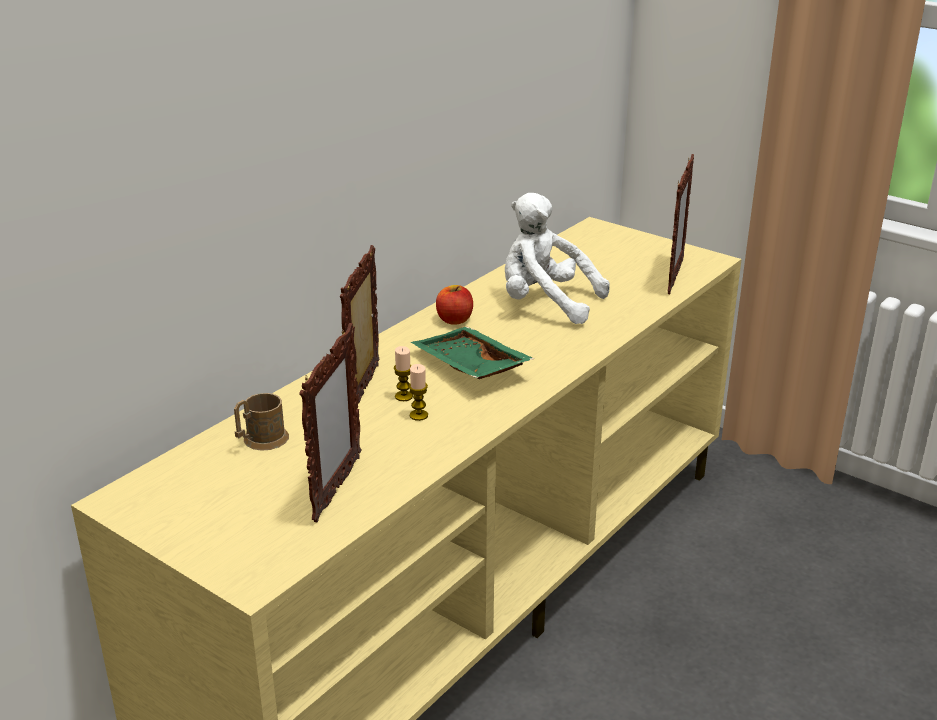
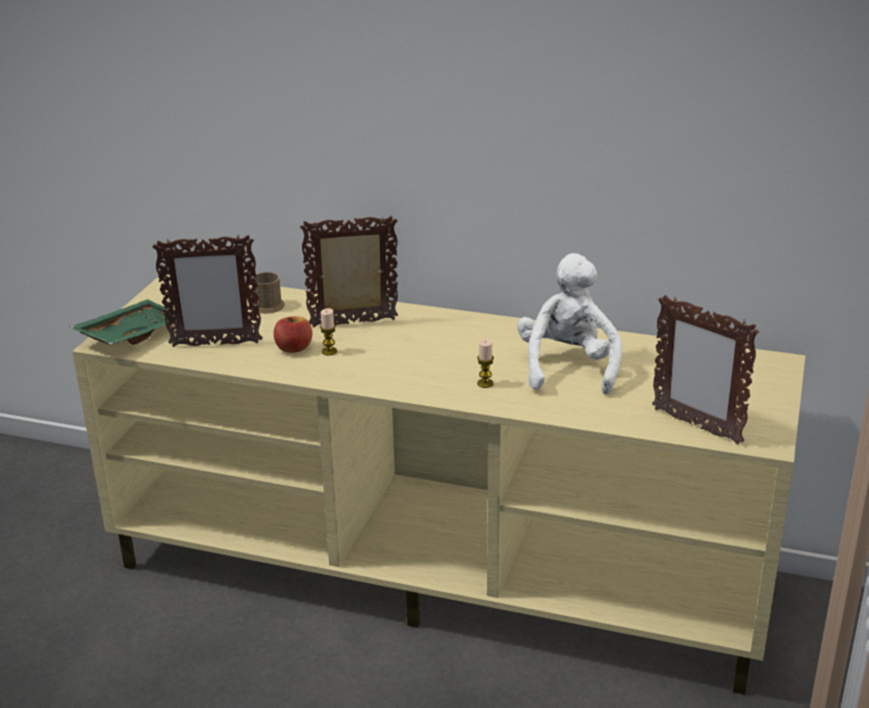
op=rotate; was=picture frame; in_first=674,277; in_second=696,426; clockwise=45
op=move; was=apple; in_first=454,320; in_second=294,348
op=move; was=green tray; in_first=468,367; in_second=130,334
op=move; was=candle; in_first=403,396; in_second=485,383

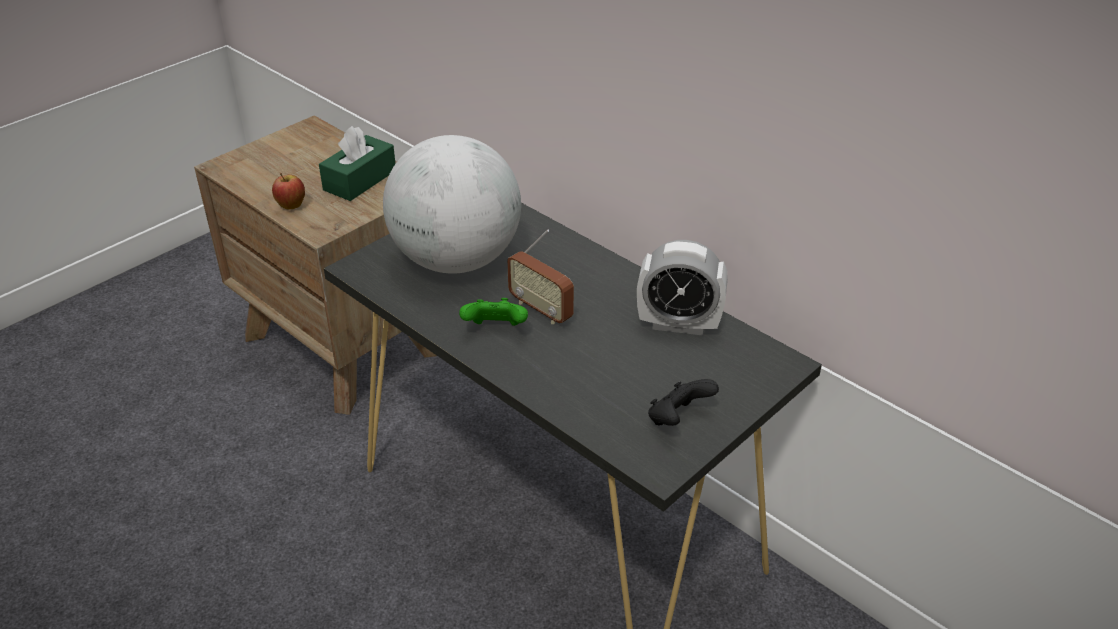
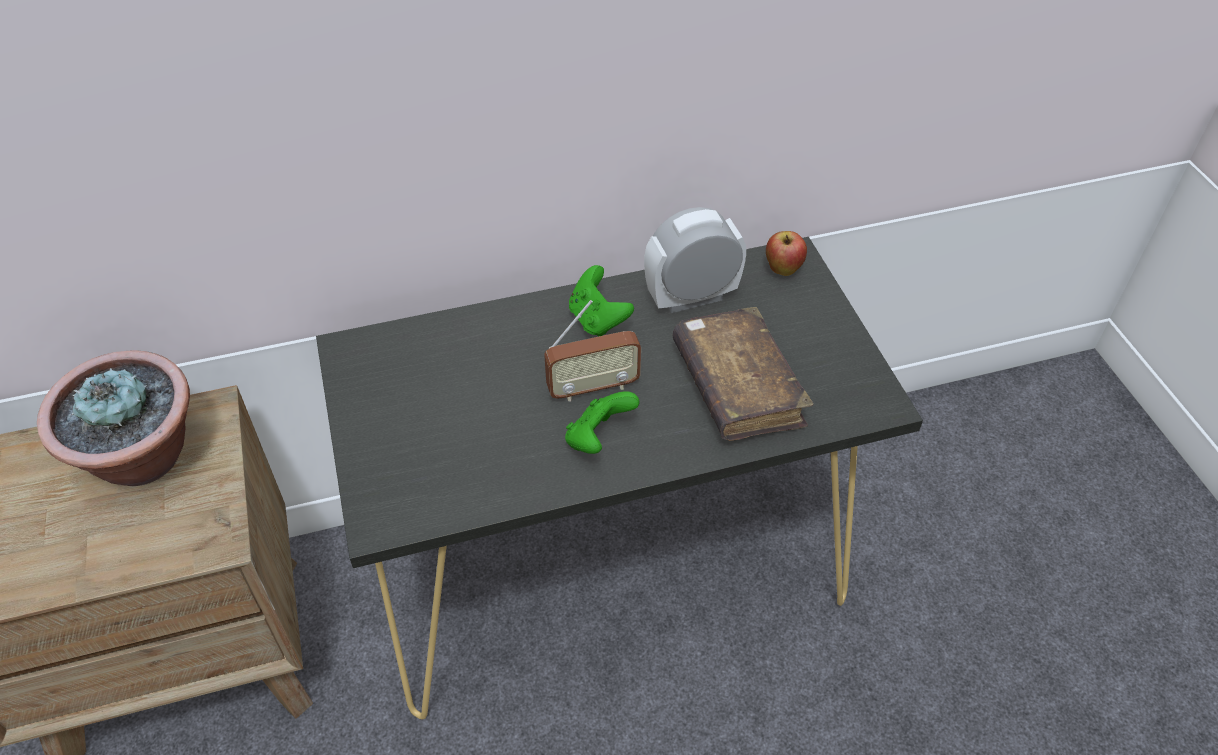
op=replace; was=green tissue box; now=potted plant; in_first=360,180; in_second=143,458
op=delete; was=globe; in_first=456,260
op=move; was=apple; in_first=291,206; in_second=783,270
op=rotate; was=alarm clock; in_first=678,324; in_second=691,297; clockwise=-150
op=delete; was=black game controller; in_first=678,419
op=insert; now=green game controller; in_second=598,319
op=insert; now=brown book; in_second=737,386

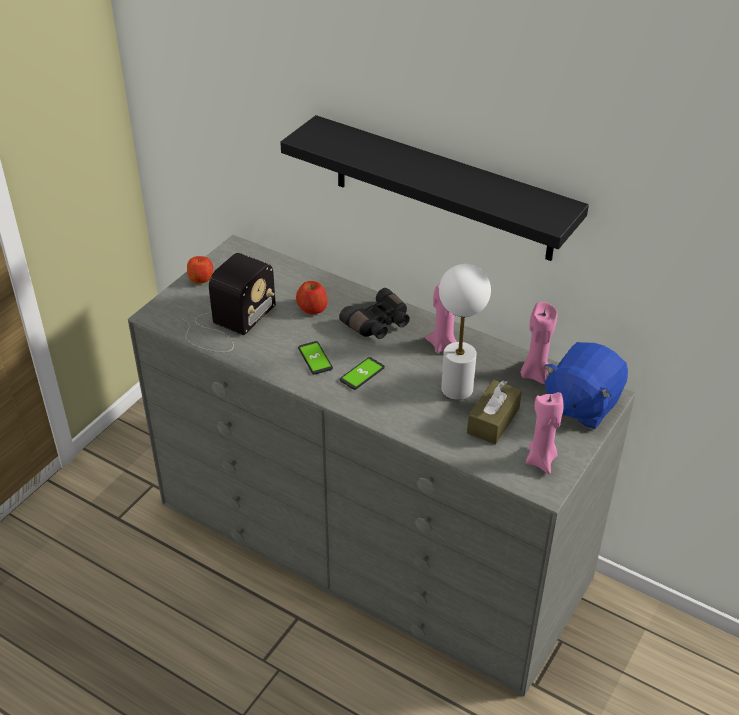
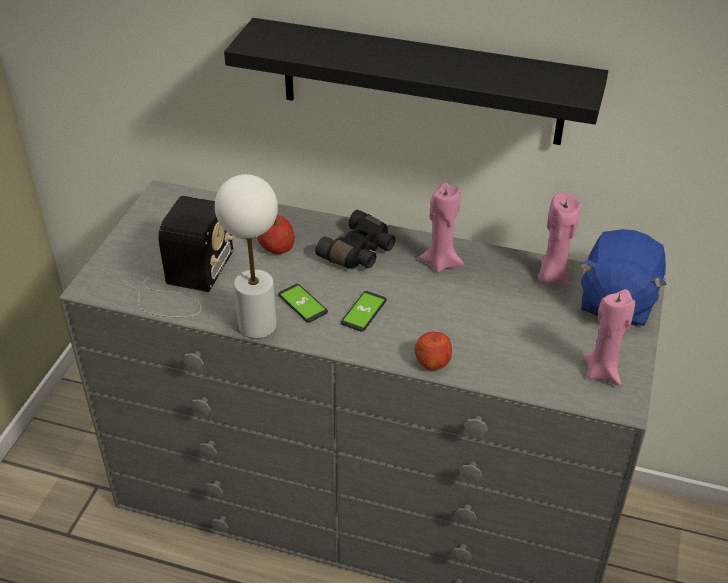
op=move; was=apple; in_first=201,278; in_second=432,361
op=move; was=white table lamp; in_first=457,389; in_second=257,326
op=delete; was=brown tissue box; in_first=493,420

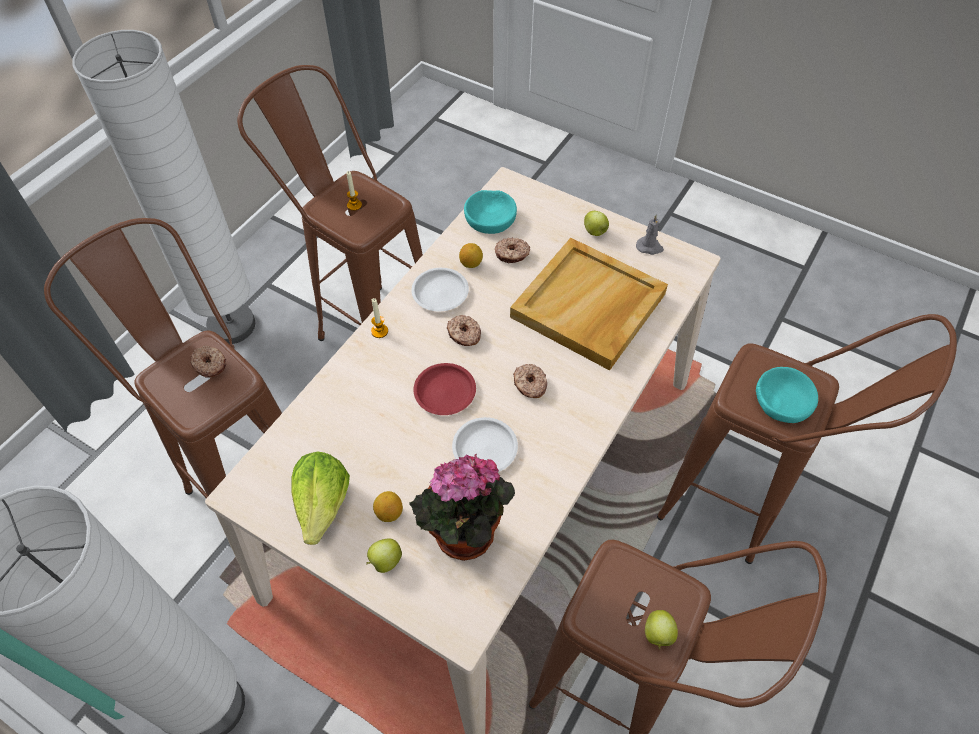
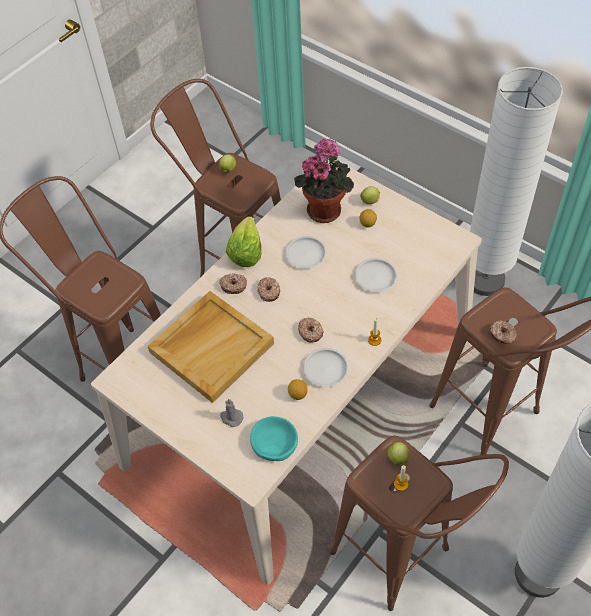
op=move; was=apple; in_first=595,232; in_second=397,458
op=move; was=grey candle; in_first=649,247; in_second=231,417
op=move; was=donut; in_first=512,254; in_second=233,285
op=delete; was=red plate; in_first=445,392
op=delete; was=turquoise bowl; in_first=783,400
op=move; was=lettuce; in_first=323,505; in_second=245,252
op=insert; now=white plate; in_second=376,277

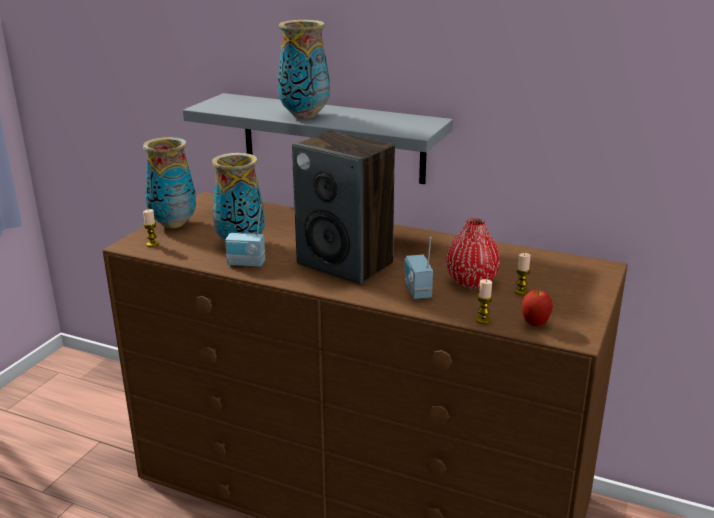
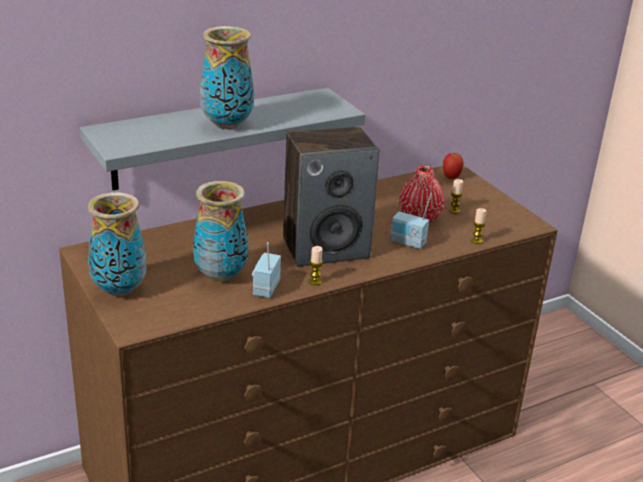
op=rotate; was=radio; in_first=246,264; in_second=265,288; clockwise=150
op=move; was=candle; in_first=152,244; in_second=315,281
op=move; was=apple; in_first=535,324; in_second=451,177

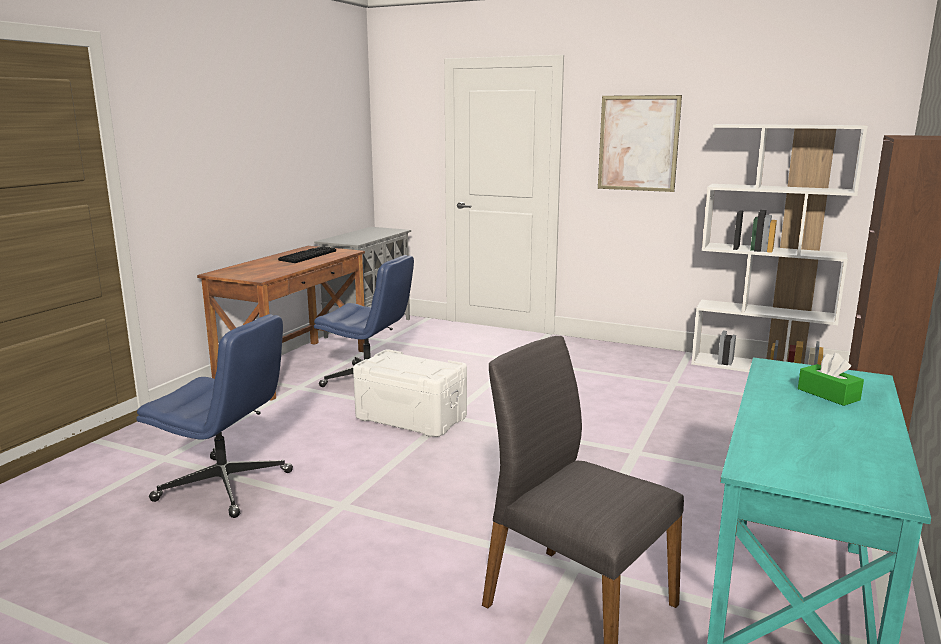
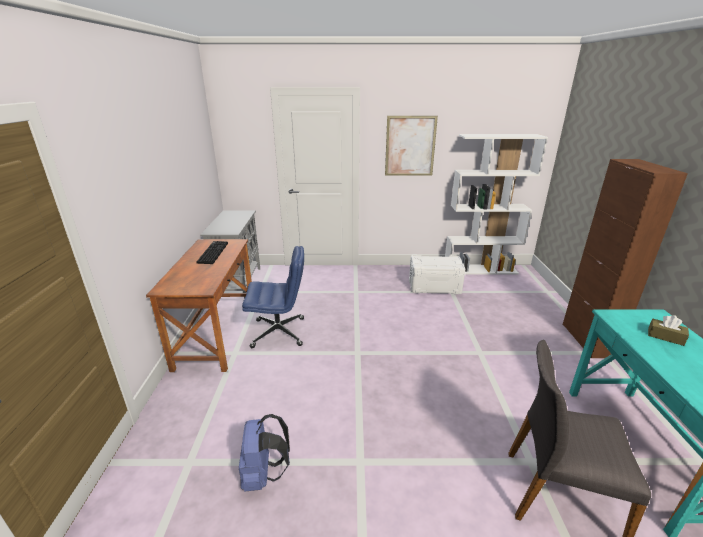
op=replace; was=blue office chair; now=blue backpack; in_first=226,486; in_second=264,474
op=move; was=white storage box; in_first=410,418; in_second=434,287
op=recolor; was=green tissue box; now=brown tissue box; in_first=828,394; in_second=665,337

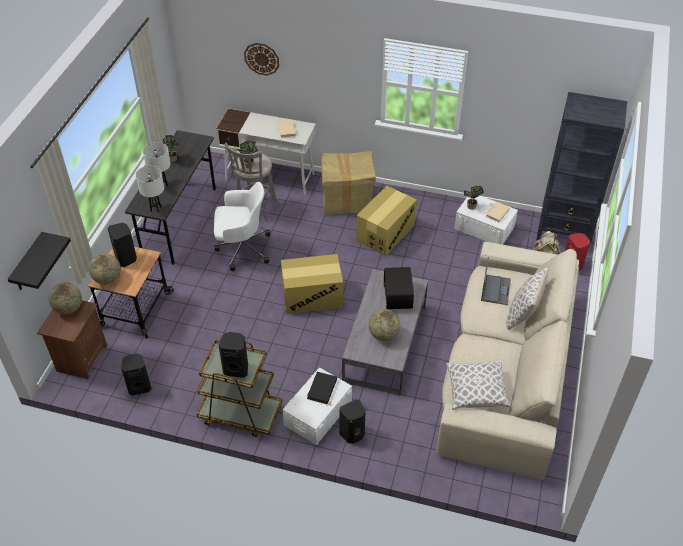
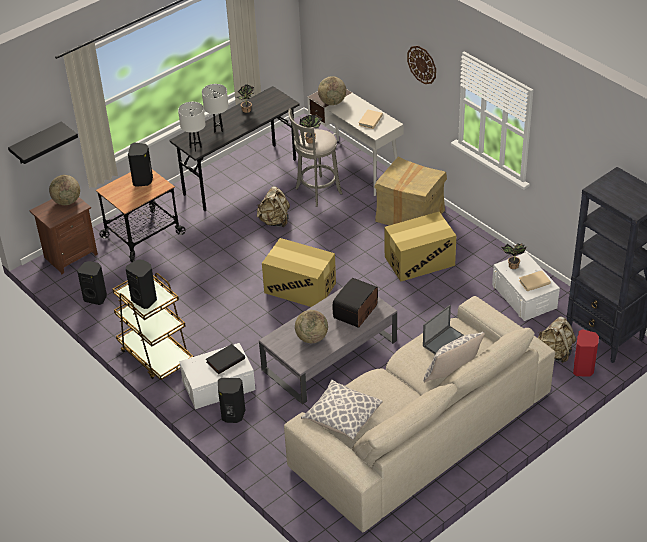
op=move; was=wall clock; in_first=261,58; in_second=422,64
op=replace; was=white office chair; now=beige backpack; in_first=242,248; in_second=274,221
op=move; was=globe; in_first=107,279; in_second=332,102

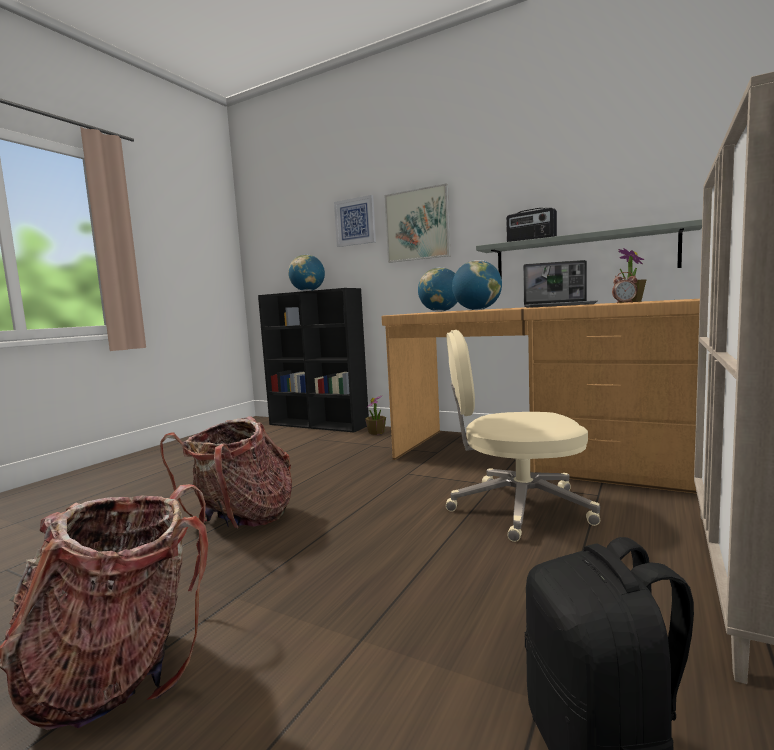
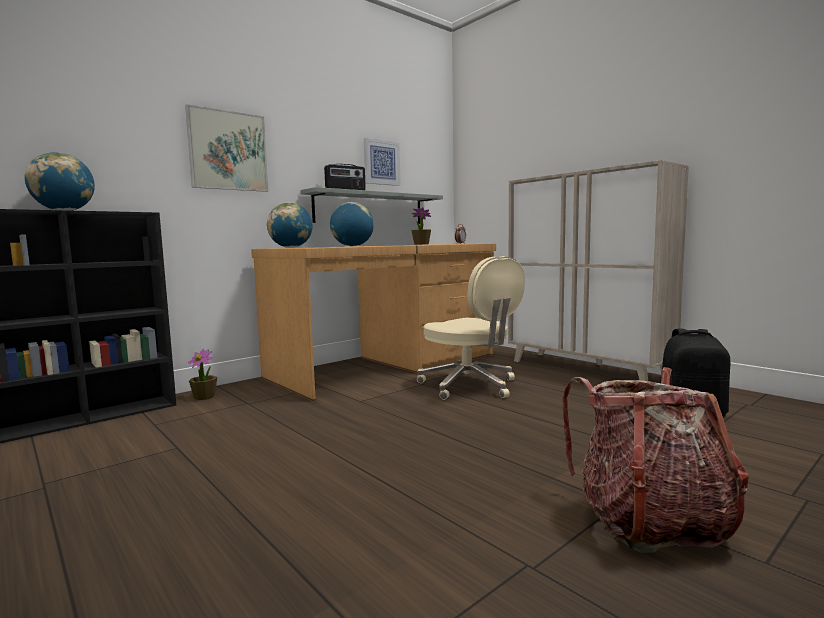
op=move; was=picture; in_first=355,222; in_second=381,162
op=delete; was=laptop; in_first=559,306
op=rotate; was=beige office chair; in_first=517,508; in_second=470,386; clockwise=-60
op=delete; was=backpack; in_first=242,520

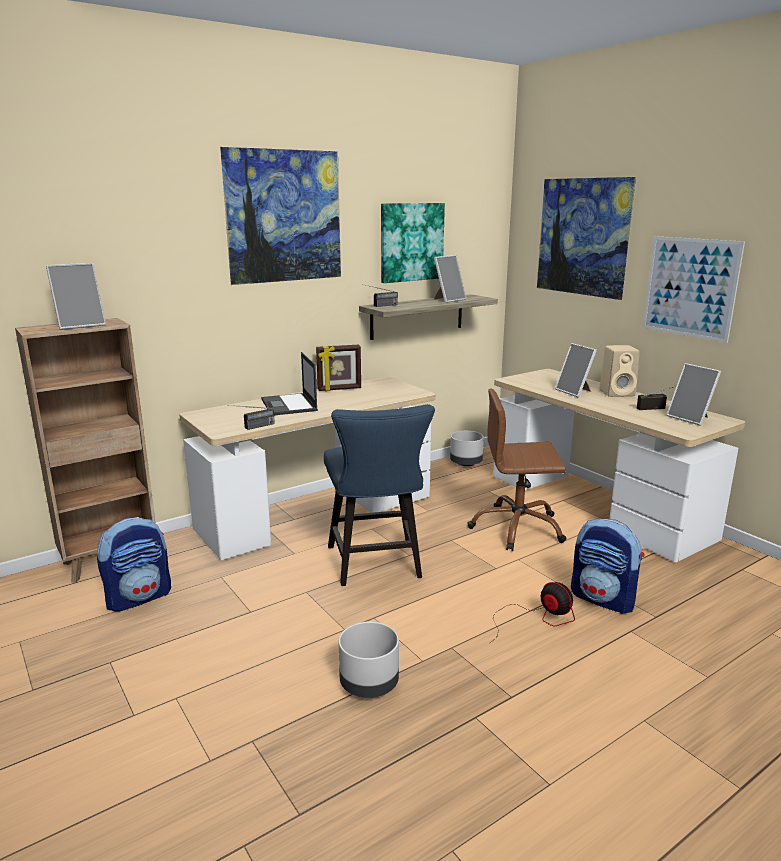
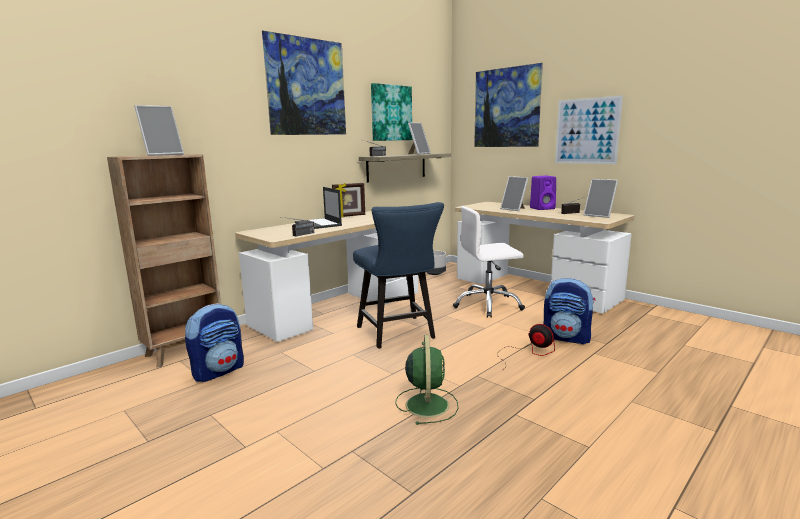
op=recolor; was=beige speaker; now=purple speaker; in_first=618,393; in_second=542,208
op=recolor; was=brown office chair; now=white office chair; in_first=517,528; in_second=488,305
op=replace; was=grey planter; now=green fan; in_first=369,684; in_second=427,404

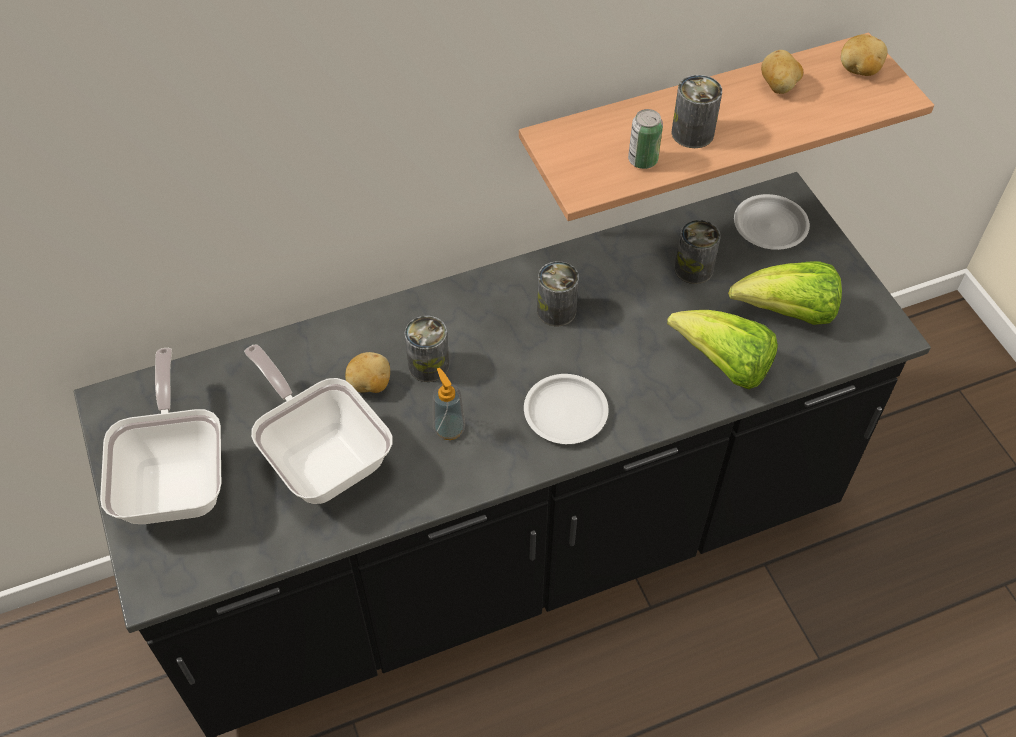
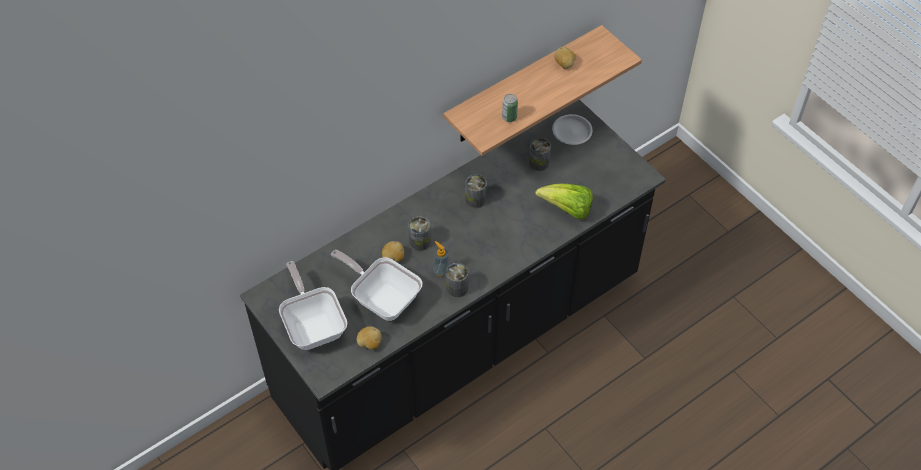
op=move; was=potato; in_first=859,71; in_second=369,344
op=move; was=can; in_first=692,133; in_second=457,288
op=delete; was=lettuce; in_first=787,313
op=delete; was=white plate; in_first=566,413

